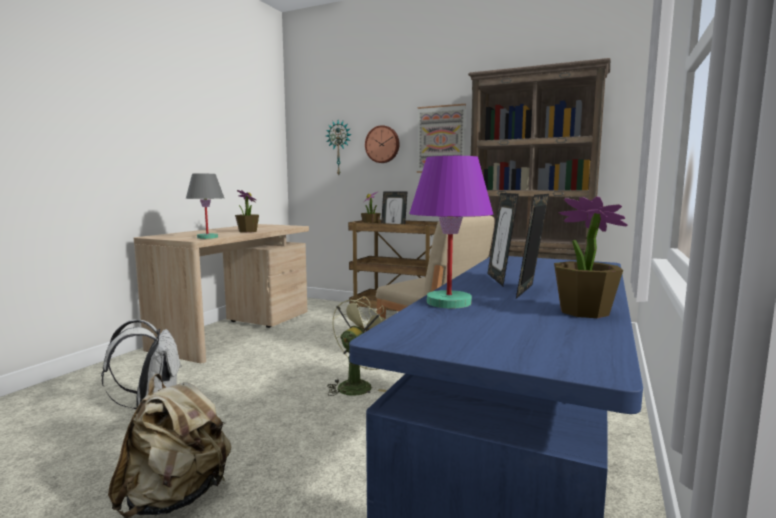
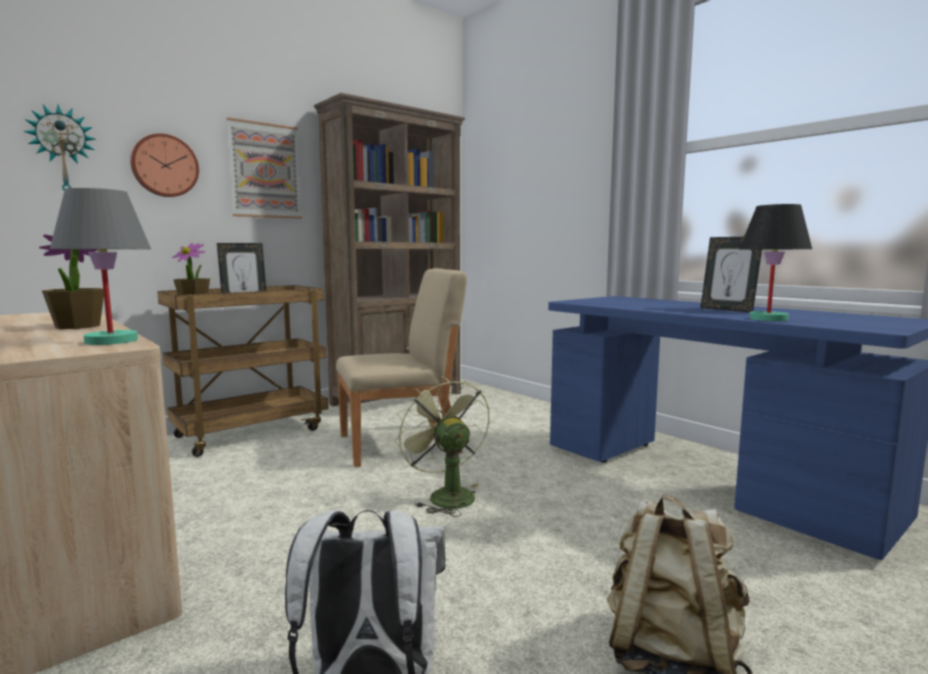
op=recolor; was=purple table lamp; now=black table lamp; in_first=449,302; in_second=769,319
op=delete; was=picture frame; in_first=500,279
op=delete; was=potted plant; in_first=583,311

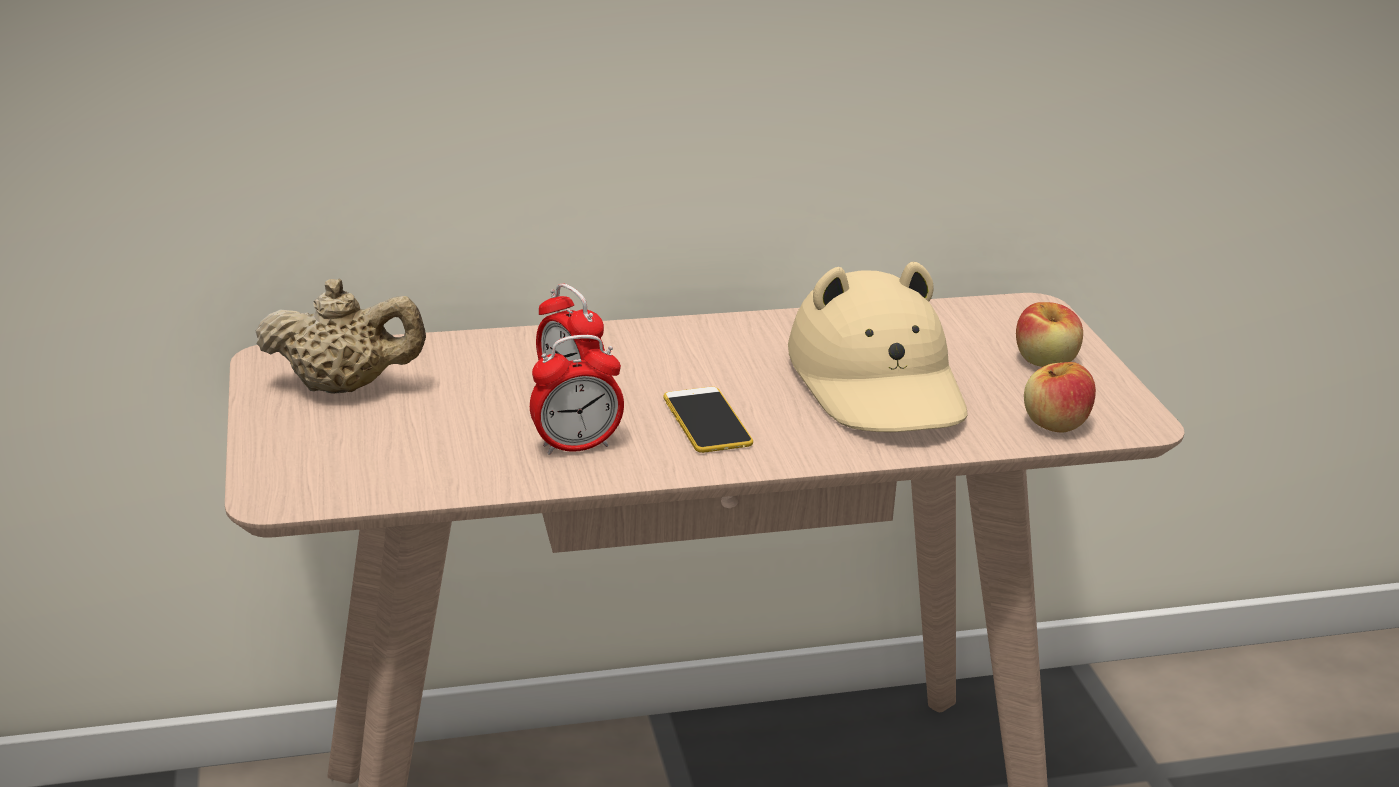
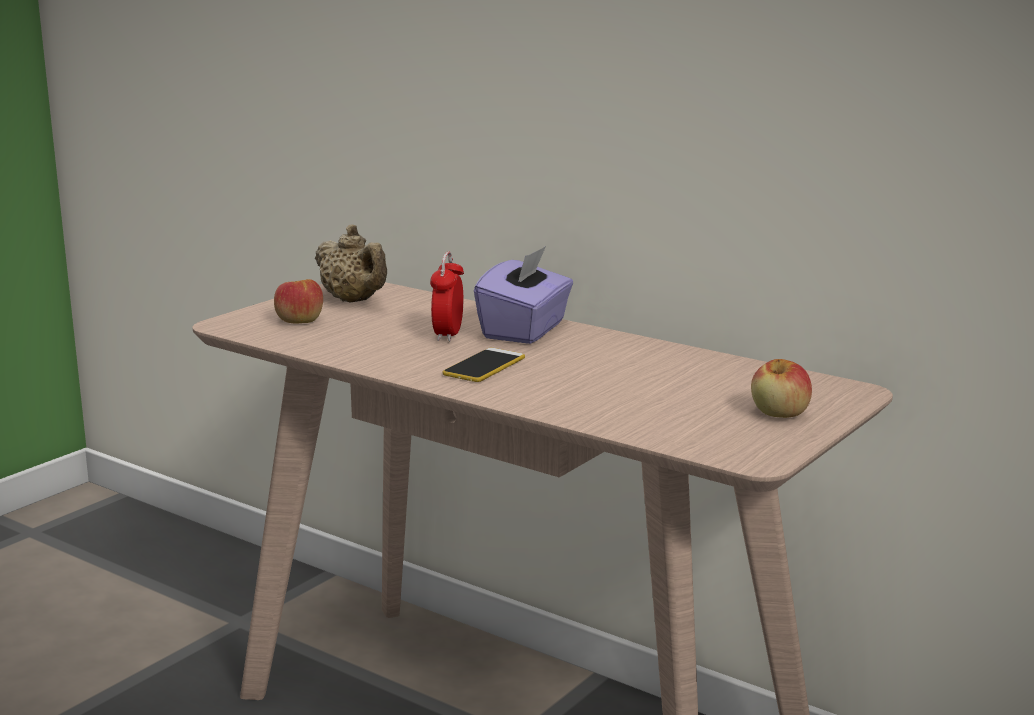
op=delete; was=beige hat; in_first=878,382
op=delete; was=alarm clock; in_first=576,446
op=move; was=apple; in_first=1055,424; in_second=299,321
op=insert; now=purple tissue box; in_second=525,330

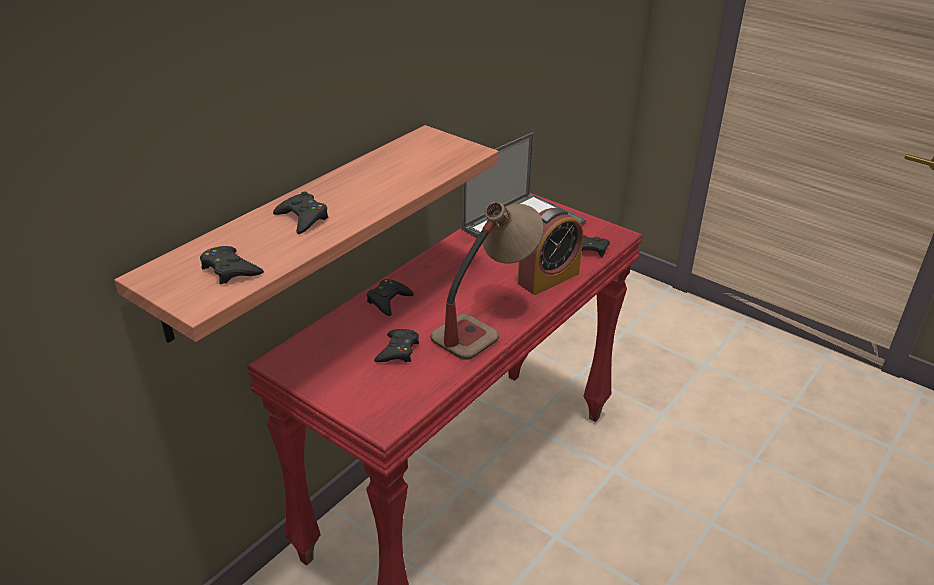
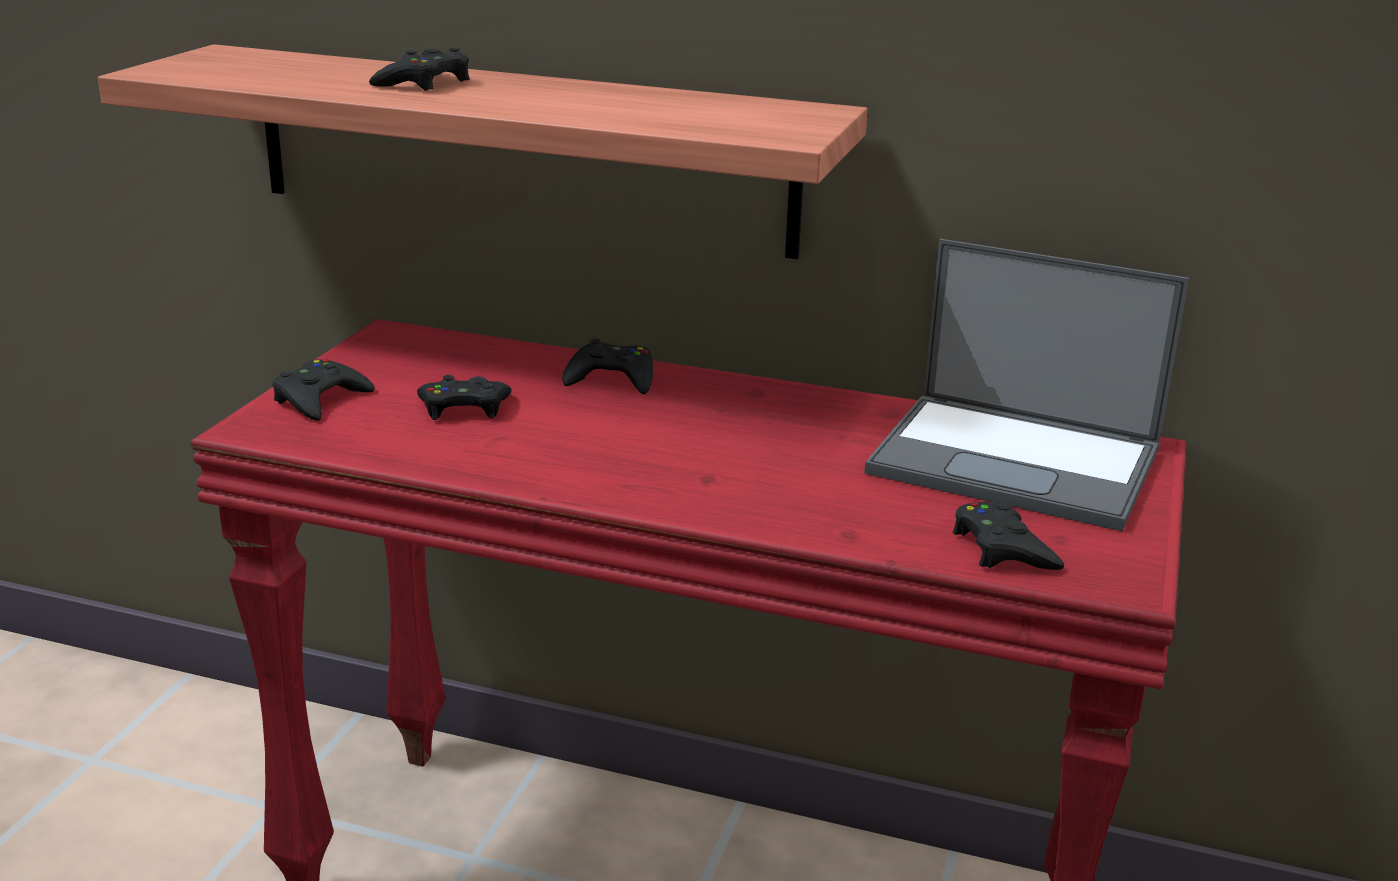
op=delete; was=table lamp; in_first=485,324
op=delete; was=alarm clock; in_first=548,278
op=move; was=black game controller; in_first=230,270; in_second=320,399

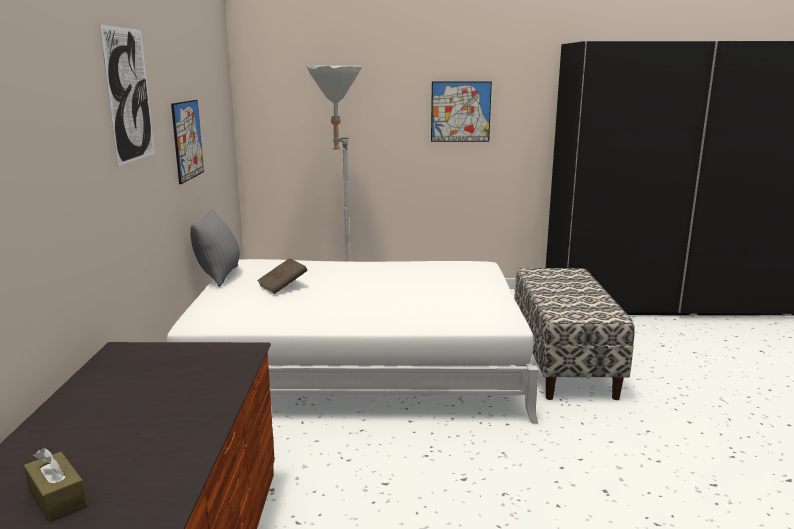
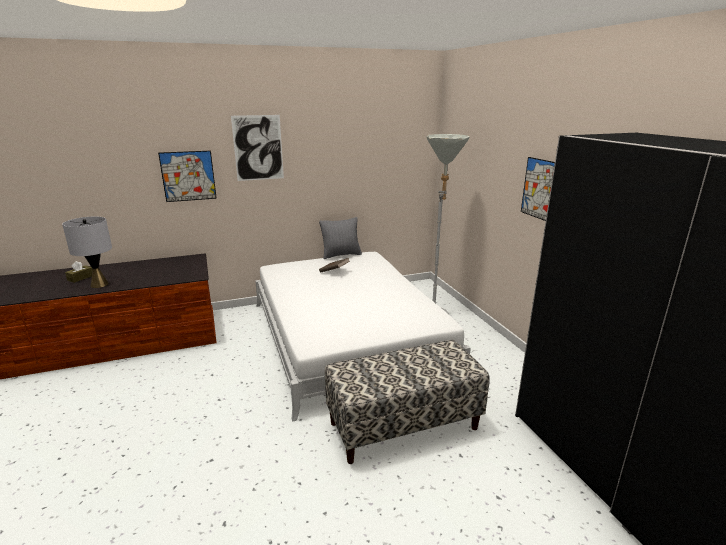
op=move; was=picture; in_first=187,140; in_second=188,176
op=insert; now=grey table lamp; in_second=99,284

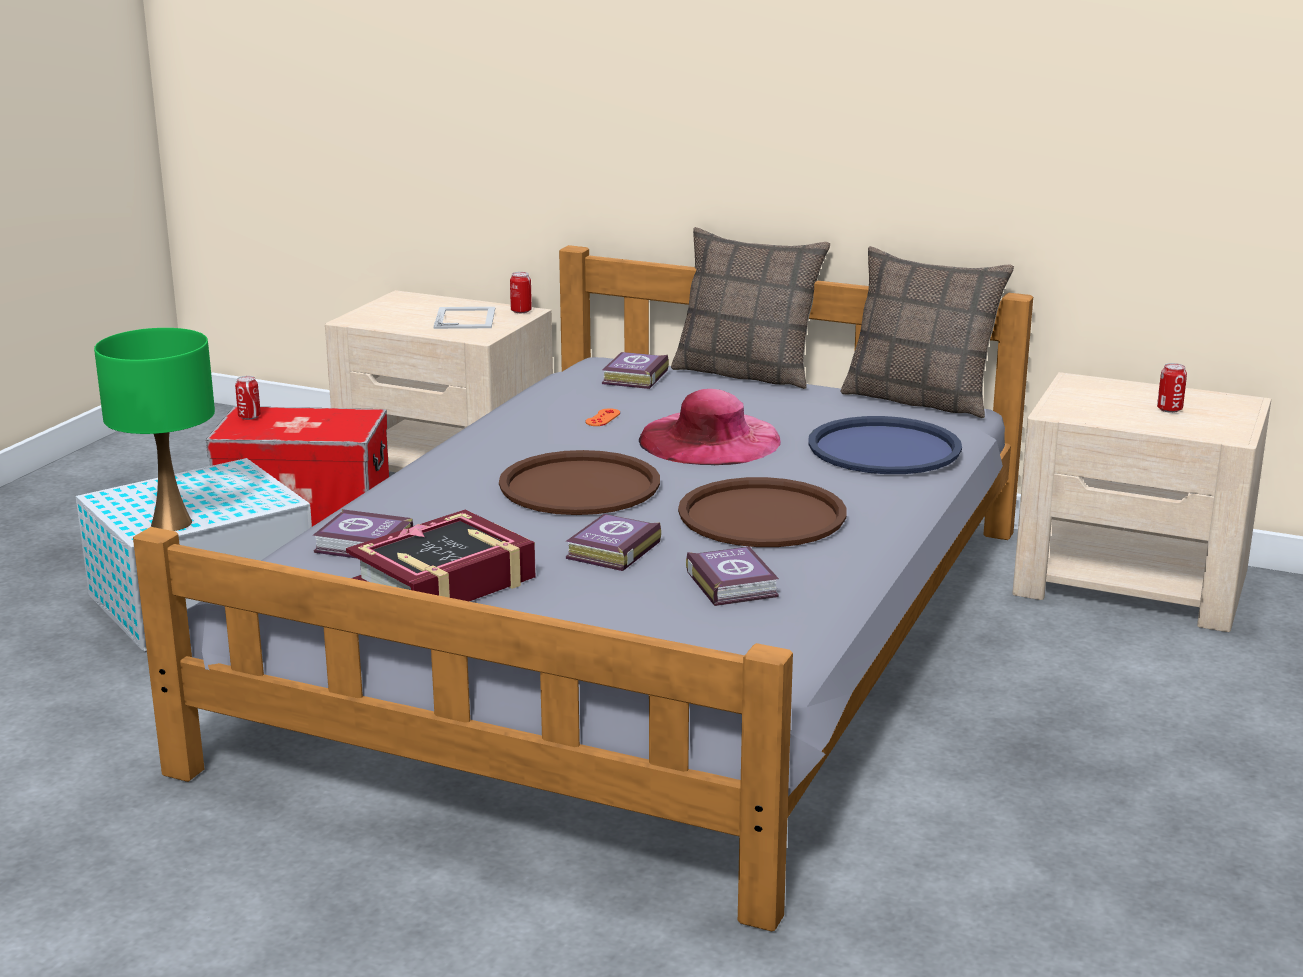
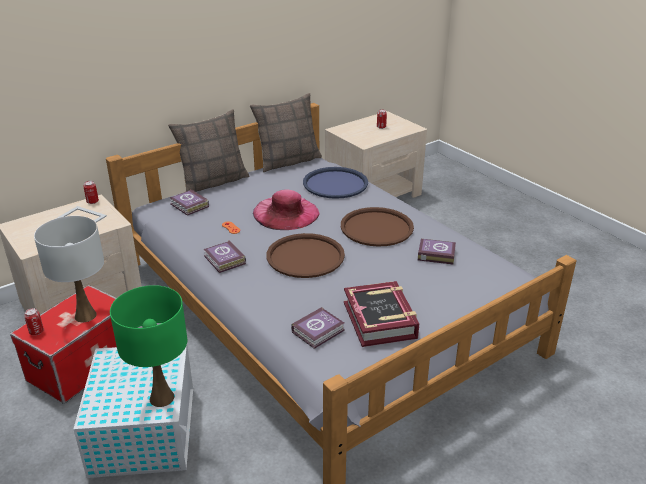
op=move; was=book; in_first=611,550; in_second=224,260
op=insert; now=white table lamp; in_second=86,315

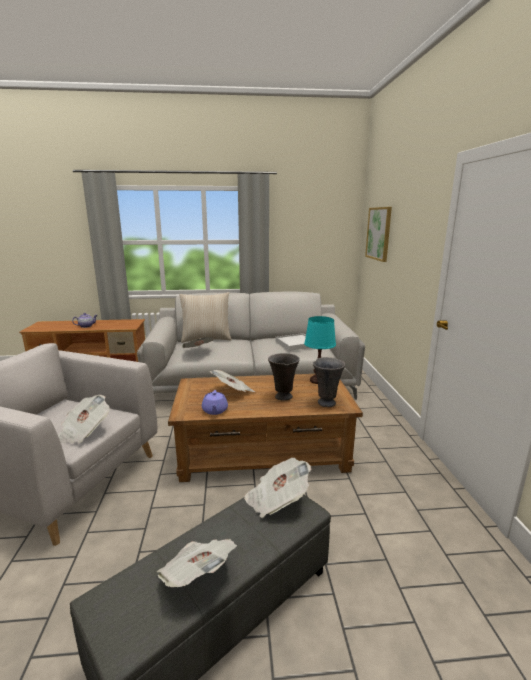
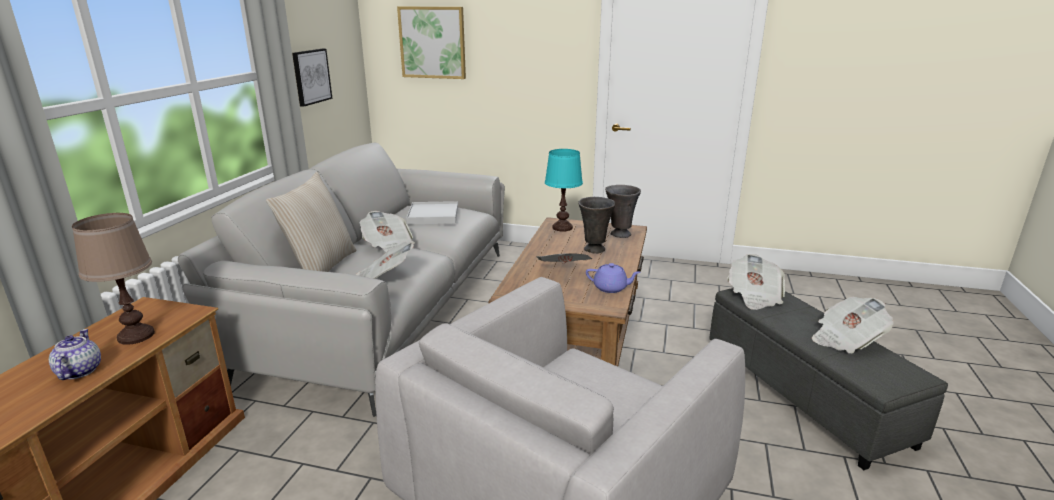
op=move; was=newspaper; in_first=83,432; in_second=388,246
op=insert; now=picture; in_second=311,76
op=insert; now=brown table lamp; in_second=136,335

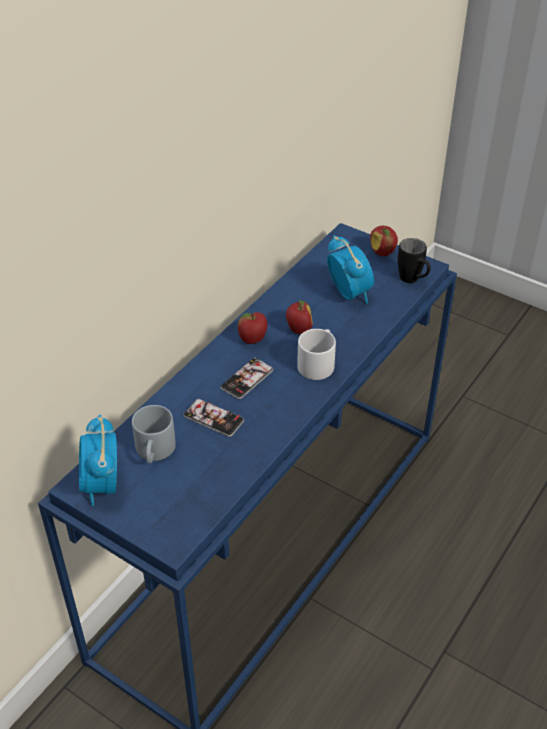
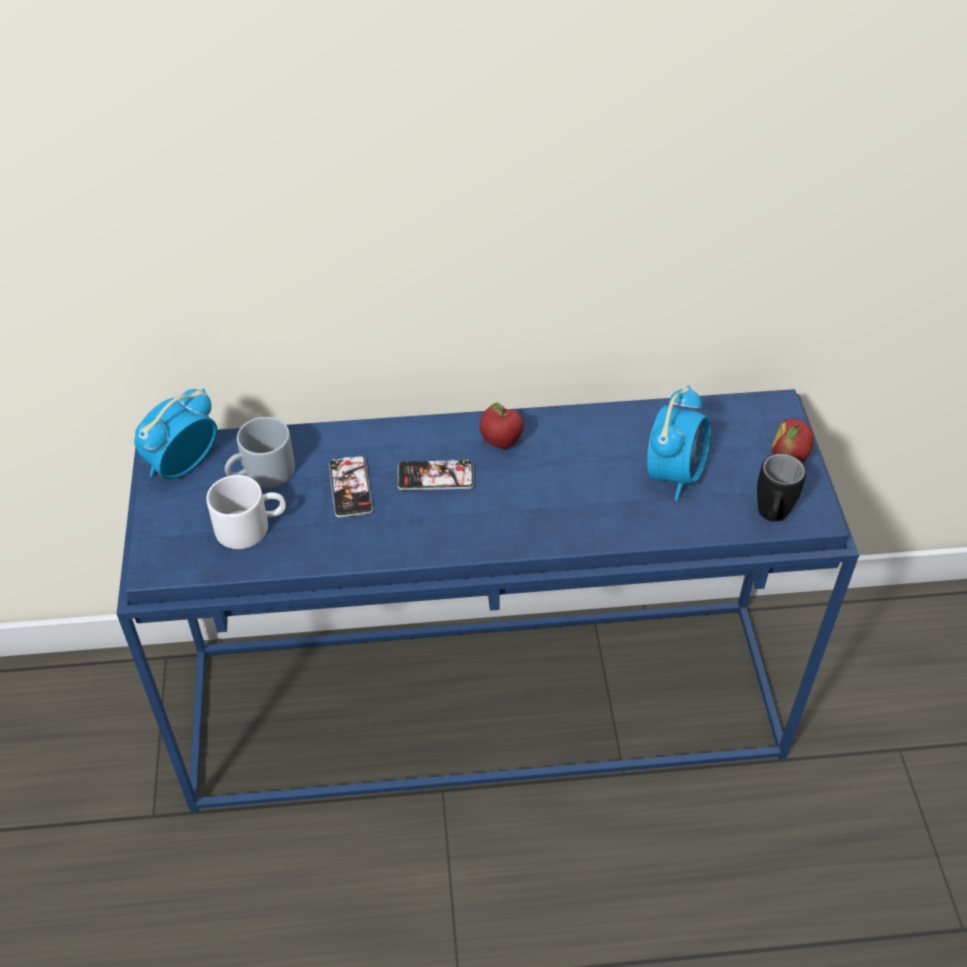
op=delete; was=apple; in_first=299,330
op=move; was=white mug; in_first=317,362; in_second=251,526

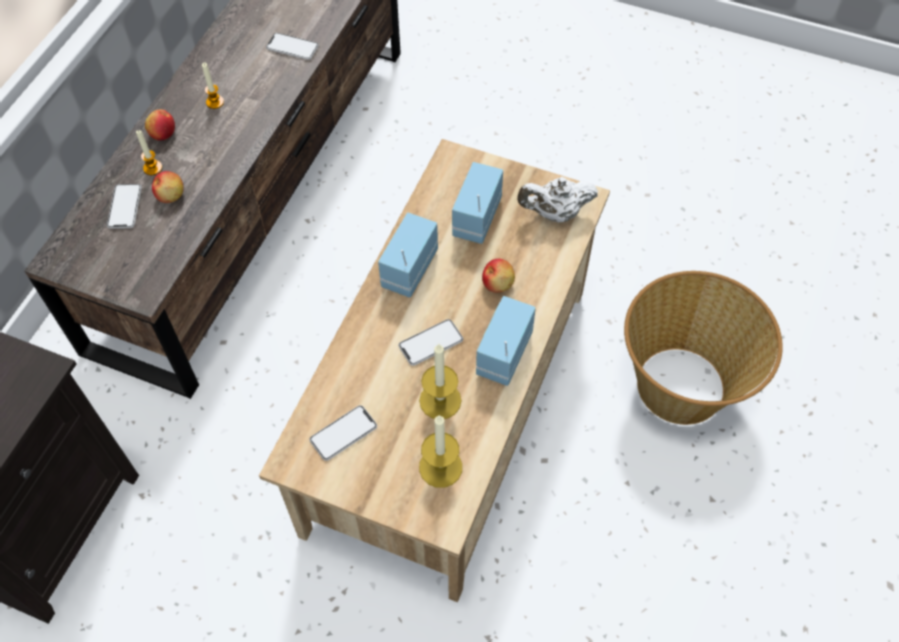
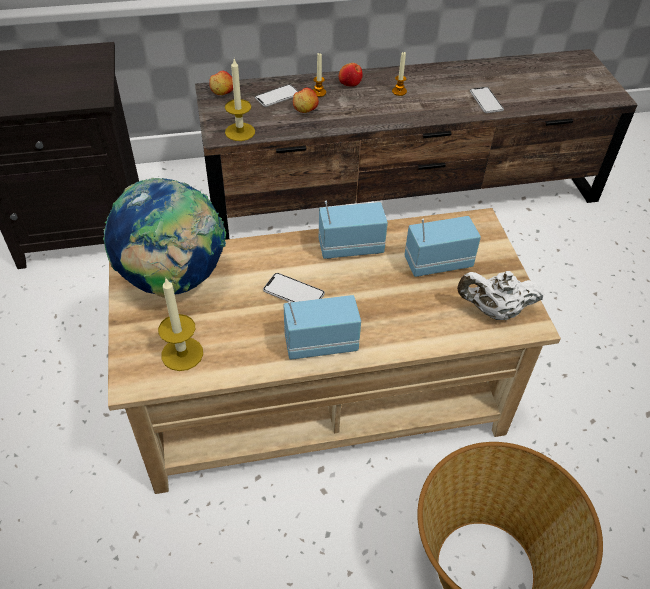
op=rotate; was=white teapot; in_first=555,213; in_second=494,311; clockwise=-45
op=move; was=apple; in_first=498,283; in_second=222,92
op=move; was=candle; in_first=440,400; in_second=240,132
op=replace; was=phone; now=globe; in_first=343,433; in_second=174,281

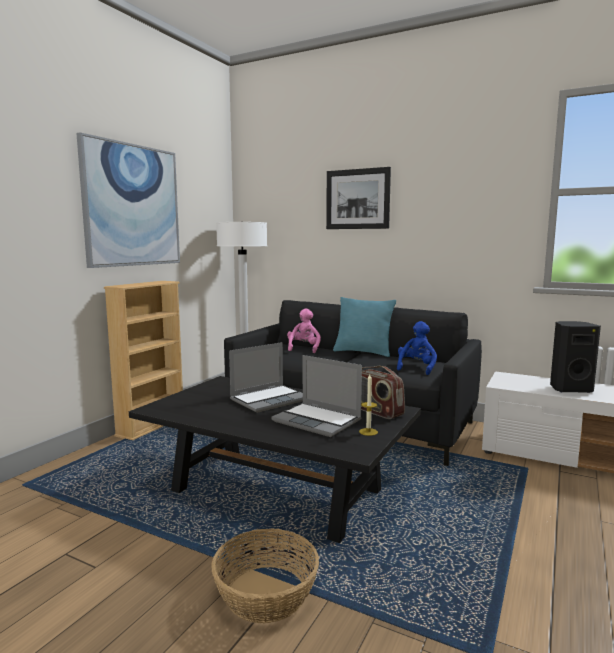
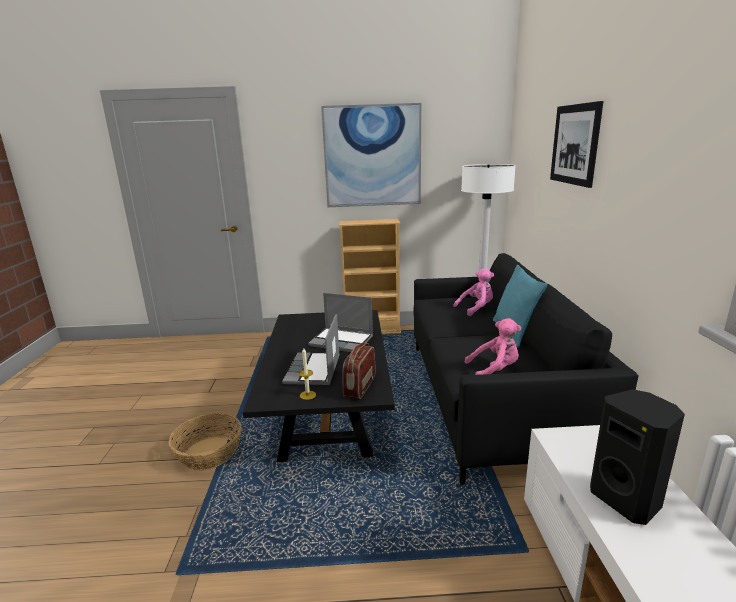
op=recolor; was=blue plush toy; now=pink plush toy; in_first=416,368; in_second=495,370

